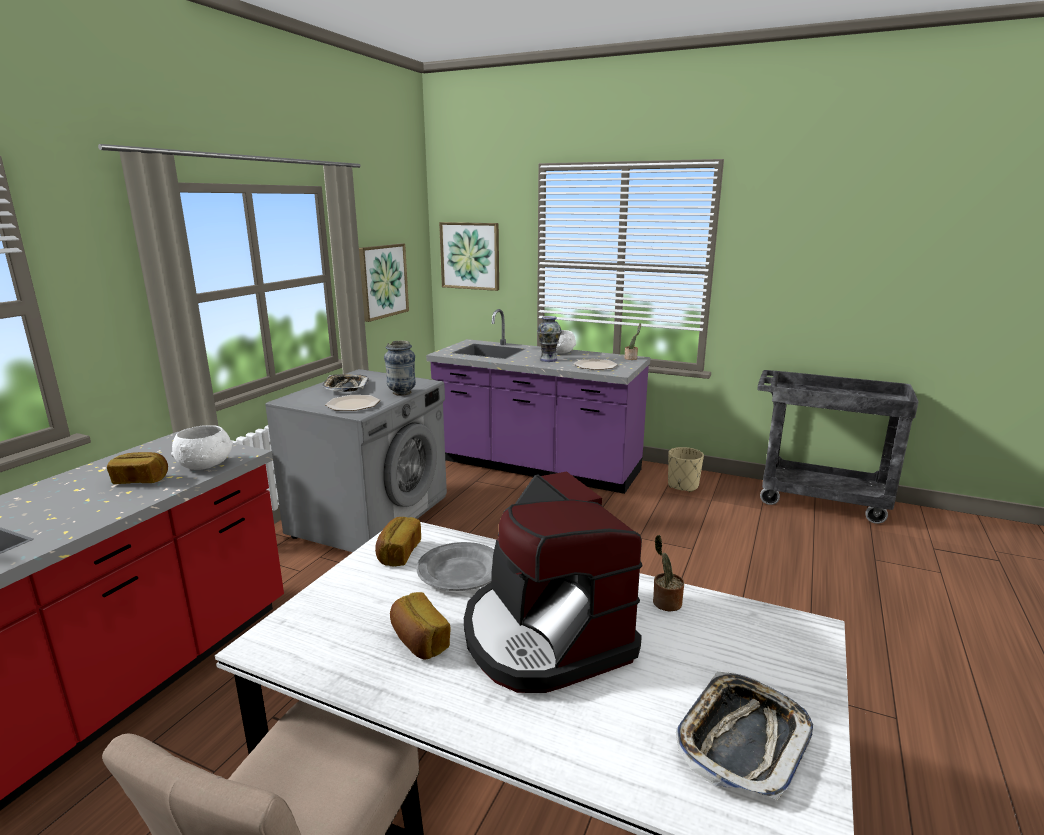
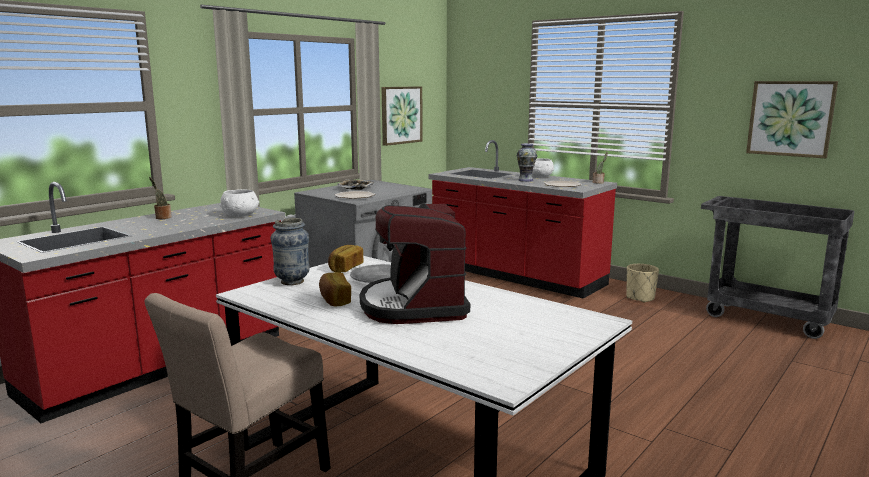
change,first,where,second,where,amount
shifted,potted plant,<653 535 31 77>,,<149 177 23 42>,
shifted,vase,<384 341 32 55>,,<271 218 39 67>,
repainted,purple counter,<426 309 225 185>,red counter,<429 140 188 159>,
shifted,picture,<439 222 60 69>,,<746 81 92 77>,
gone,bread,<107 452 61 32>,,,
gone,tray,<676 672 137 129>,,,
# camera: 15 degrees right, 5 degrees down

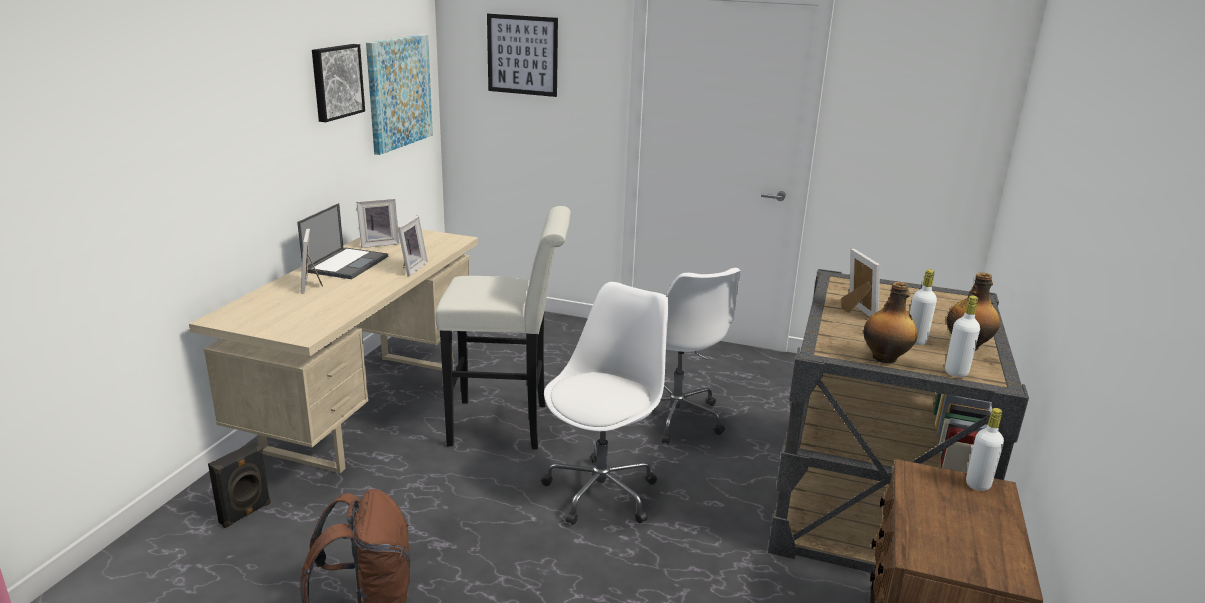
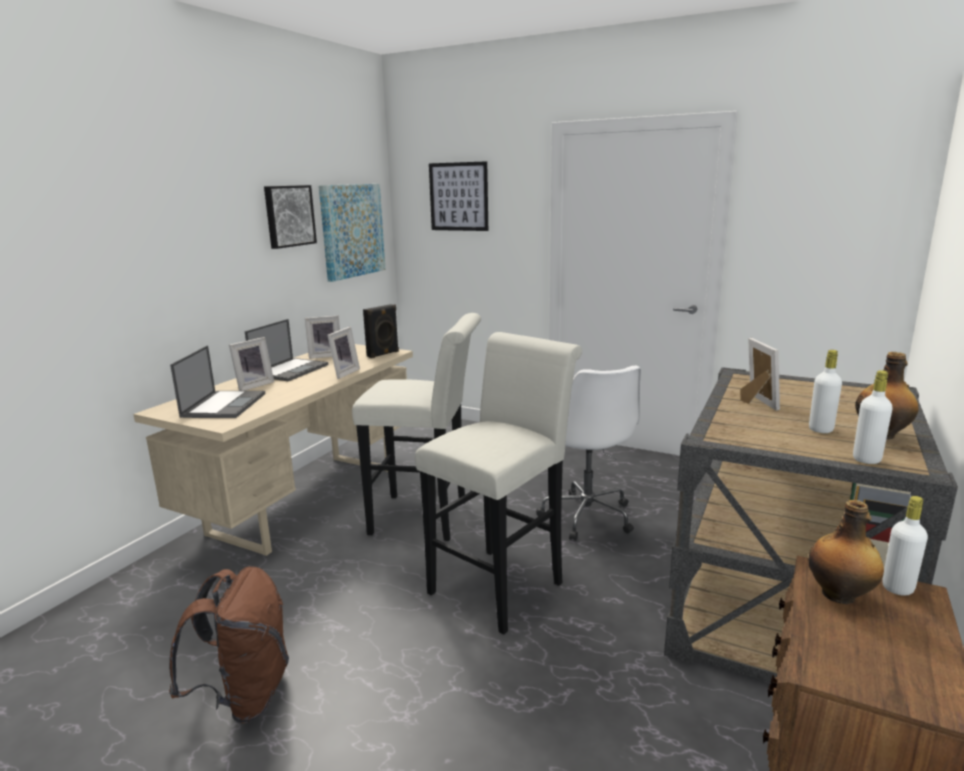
change,first,where,second,where,amount
new,,,laptop,<170 345 95 73>,
rotated,picture frame,<301 229 22 65>,,<229 337 45 54>,135 degrees counterclockwise
shifted,black speaker,<208 441 63 87>,,<363 304 36 54>,
swapped,white office chair,<541 282 128 243>,white stool,<415 332 167 303>,
shifted,bottle,<863 282 55 81>,,<808 500 76 104>,
# camera: 10 degrees right, 5 degrees down

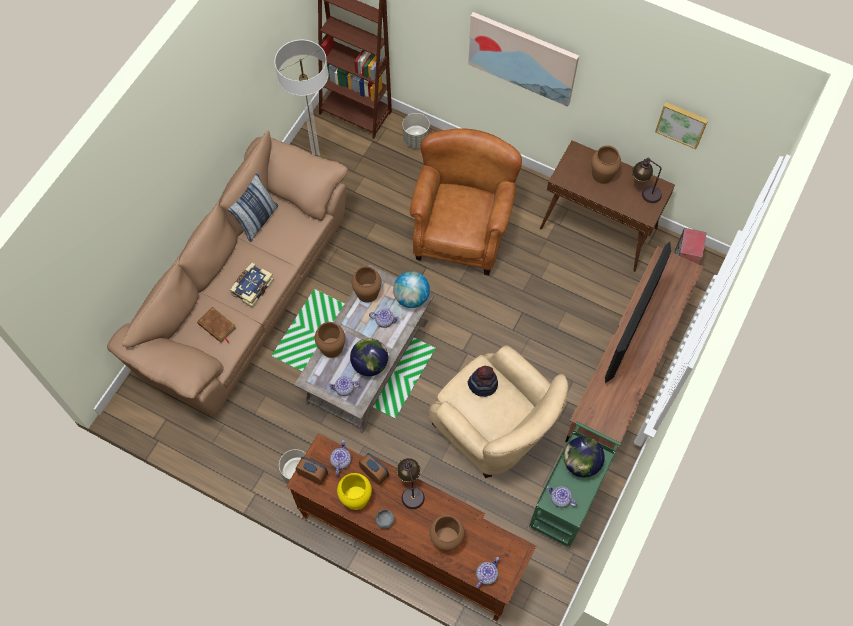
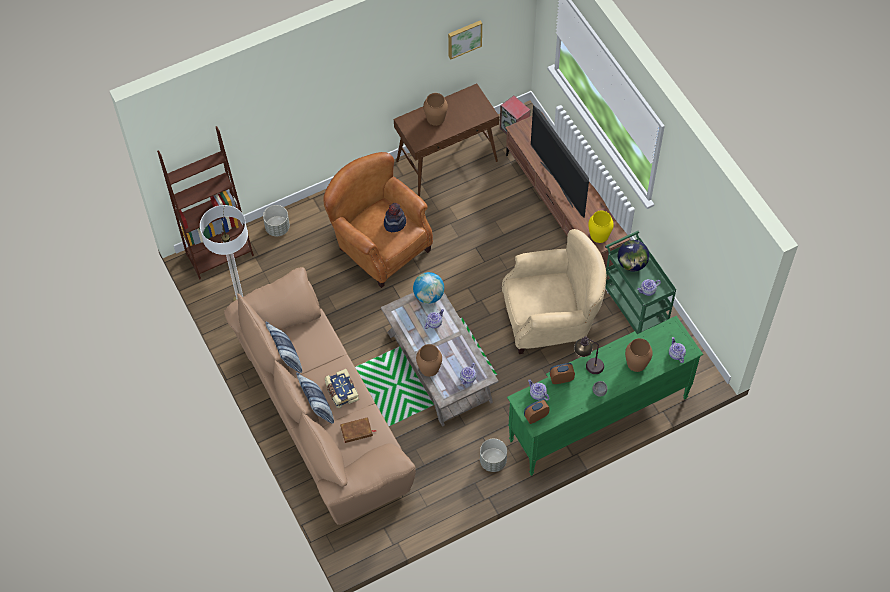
change,first,where,second,where,amount
new,,,pillow,<296 373 38 50>,
shifted,hat,<468 366 30 31>,,<384 203 22 29>,
repainted,brown cabinet,<286 433 250 189>,green cabinet,<507 316 196 160>,
shifted,yellow vase,<337 473 35 37>,,<588 211 26 32>,
gone,globe,<350 338 38 38>,,,
gone,brown vase,<351 266 30 37>,,,
gone,picture,<468 12 111 95>,,,
gone,table lamp,<632 157 30 46>,,,
# camera: 55 degrees left, 5 degrees down

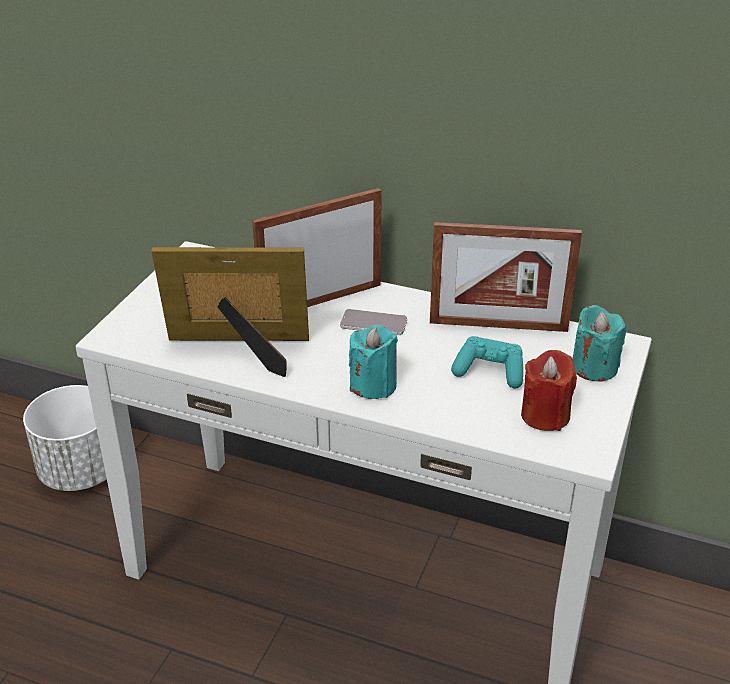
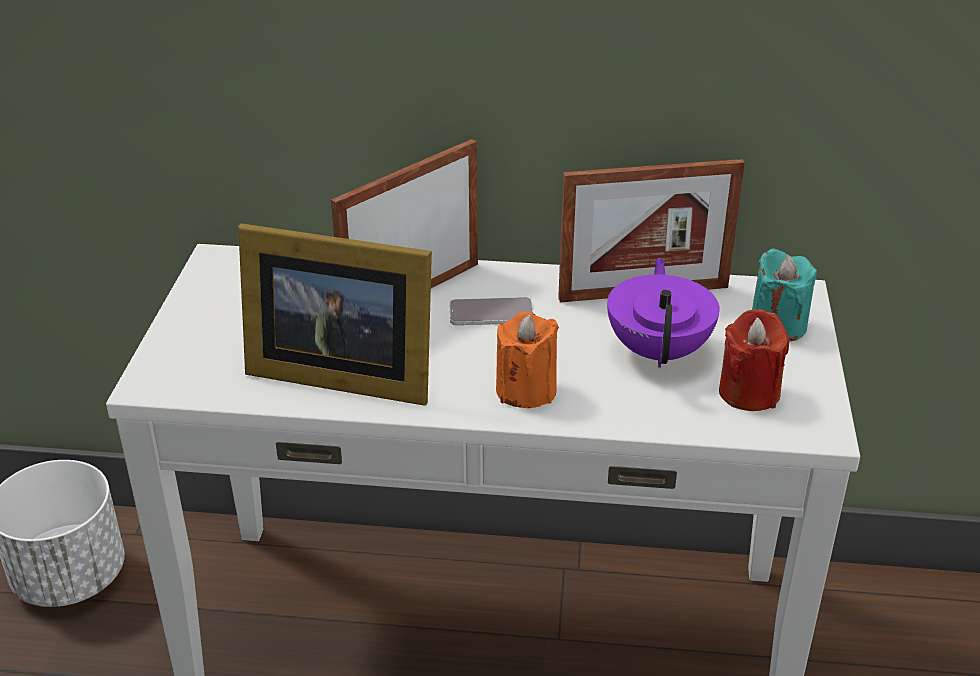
change,first,where,second,where,amount
rotated,picture frame,<151 247 158 130>,,<238 223 194 183>,150 degrees counterclockwise
repainted,turquoise candle,<349 325 49 74>,orange candle,<496 312 63 96>,
swapped,turquoise game controller,<451 336 72 53>,purple teapot,<607 258 113 109>,
# camera: 15 degrees left, 0 degrees up

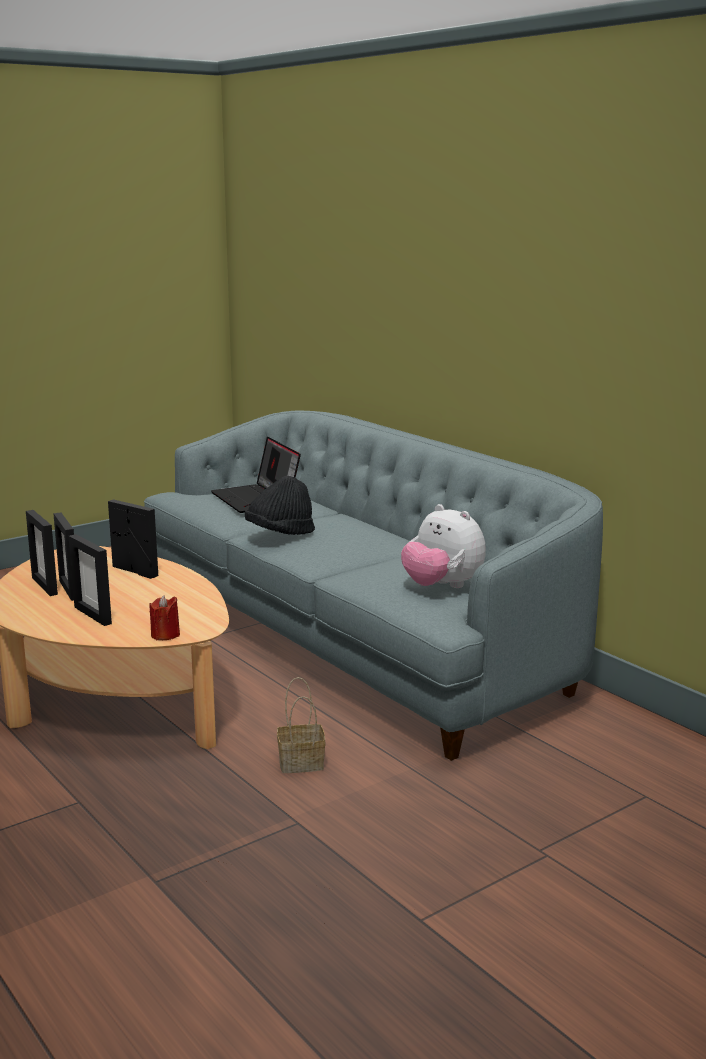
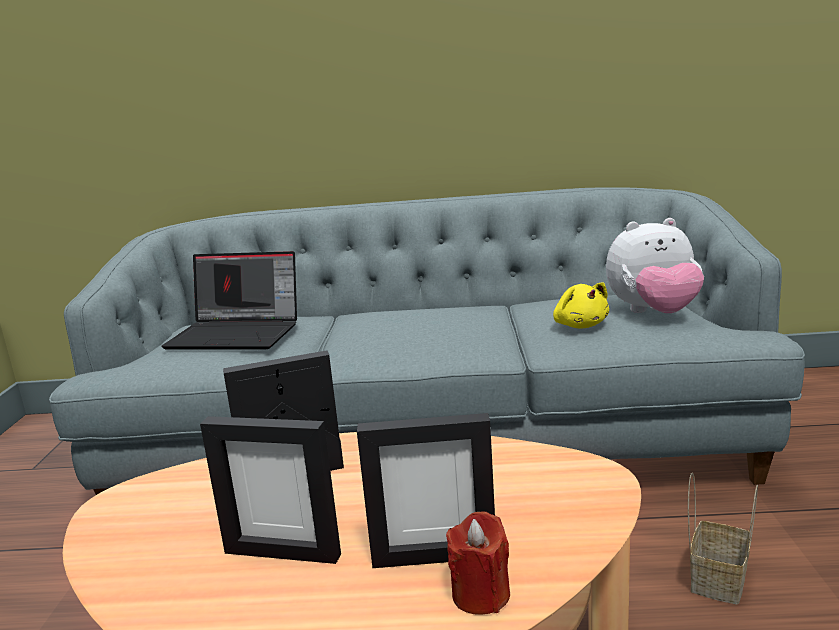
change,first,where,second,where,amount
shifted,red candle,<149 595 31 45>,,<446 512 64 103>,
new,,,yellow plush toy,<553 282 56 46>,
gone,picture frame,<26 510 32 86>,,,
gone,black hat,<245 476 70 59>,,,
# camera: 50 degrees left, 0 degrees up

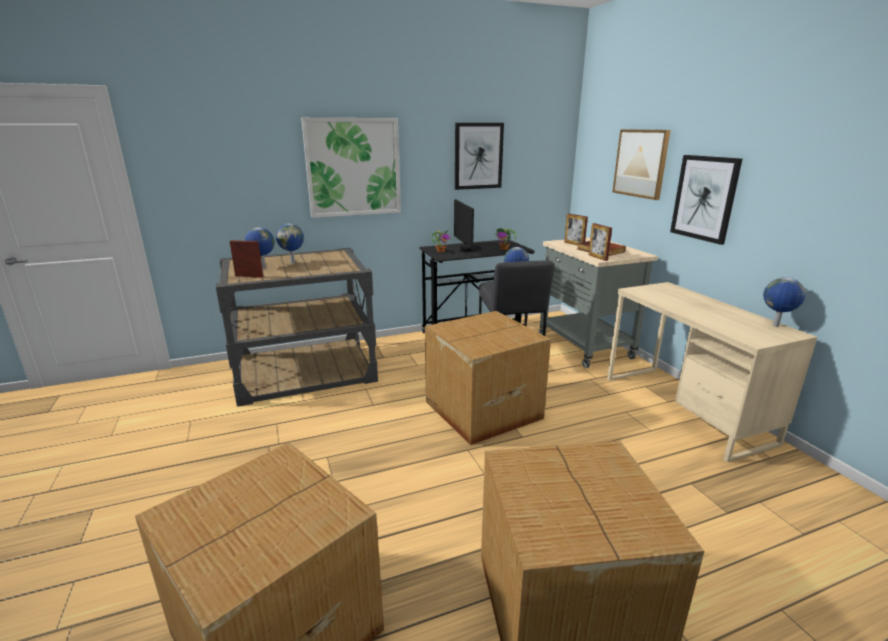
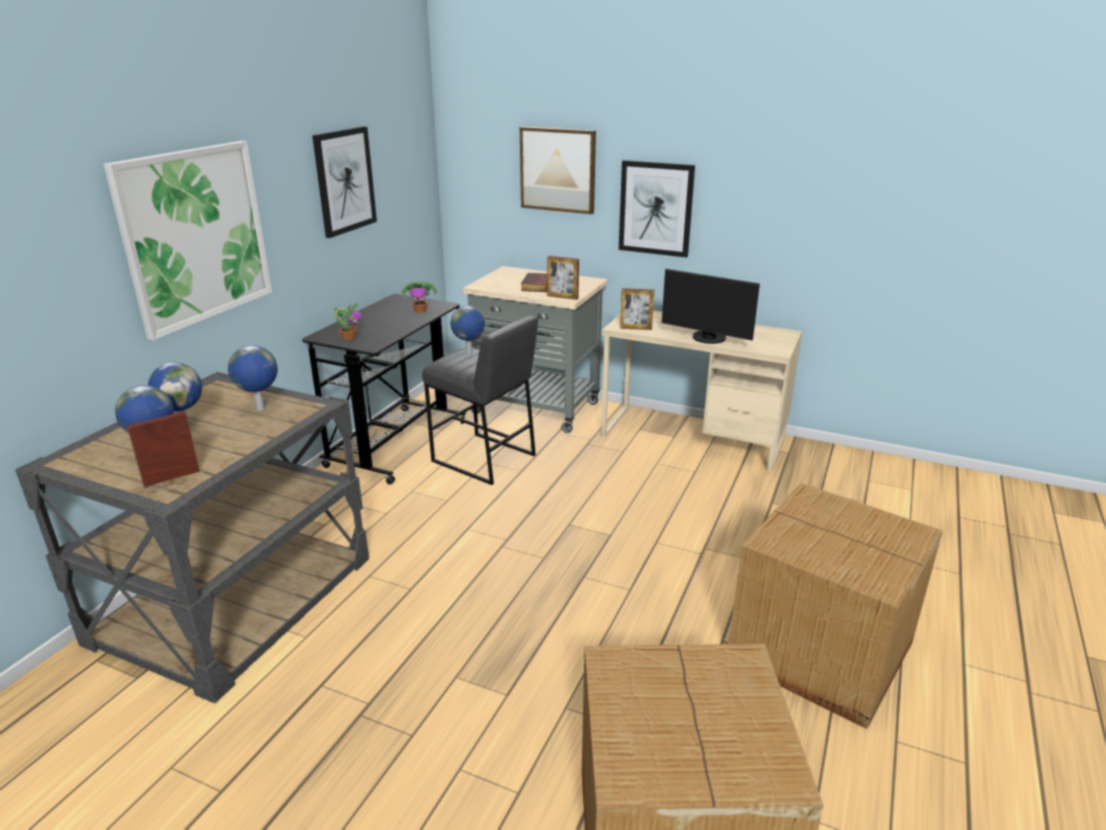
change,first,where,second,where,amount
shifted,globe,<763 277 43 50>,,<228 345 50 66>,
shifted,picture frame,<564 214 24 32>,,<620 288 34 42>,
shifted,monitor,<454 199 28 53>,,<662 269 98 75>,
gone,cardboard box,<425 311 126 134>,,,
# camera: 45 degrees left, 5 degrees up

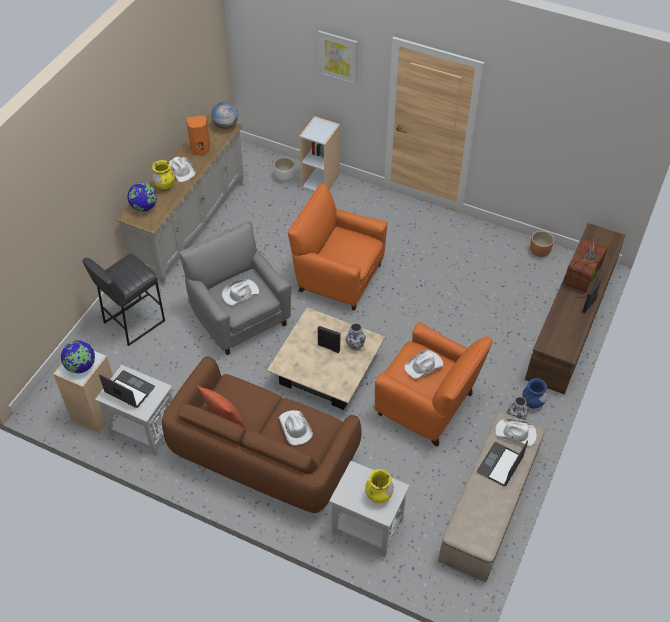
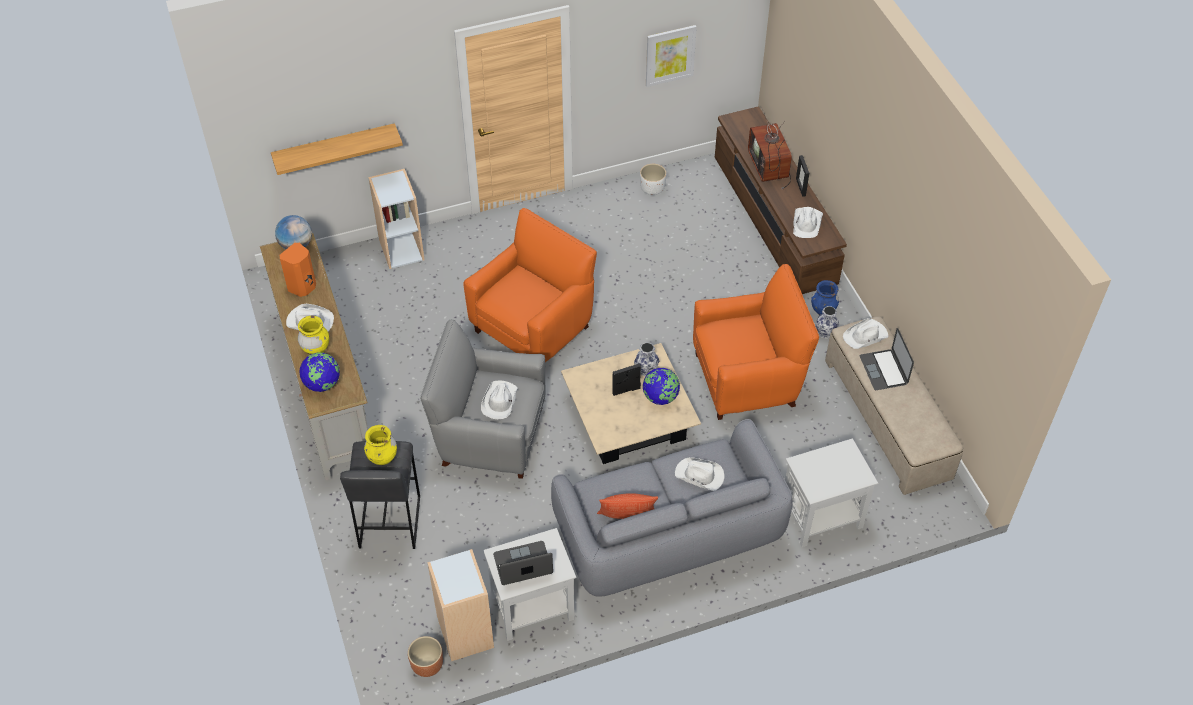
change,first,where,second,where,amount
new,,,shelf,<271 123 132 52>,
shifted,yellow vase,<365 469 29 34>,,<364 425 33 40>,
shifted,brown planter,<530 231 24 26>,,<408 636 35 41>,
rotated,orange armchair,<288 183 99 128>,,<463 208 134 154>,150 degrees clockwise
repainted,brown sofa,<162 356 200 157>,grey sofa,<551 419 242 178>,
shifted,white planter,<274 157 21 25>,,<640 164 26 31>,
shifted,globe,<61 341 34 32>,,<643 368 37 37>,
shifted,picture,<318 30 40 55>,,<646 25 51 62>,
shifted,white hat,<404 350 39 29>,,<793 207 30 31>,
# camera: 45 degrees left, 0 degrees up

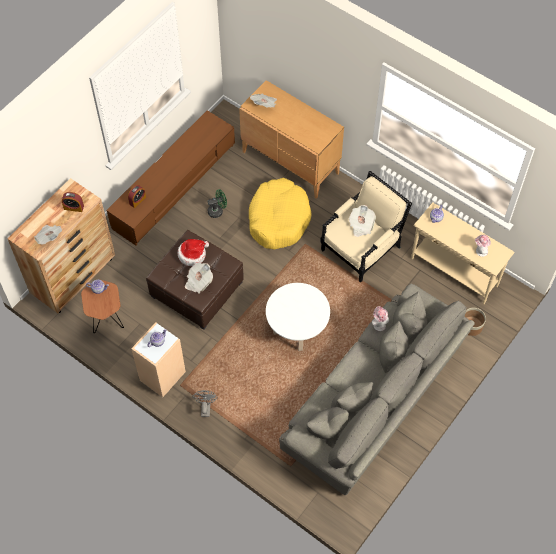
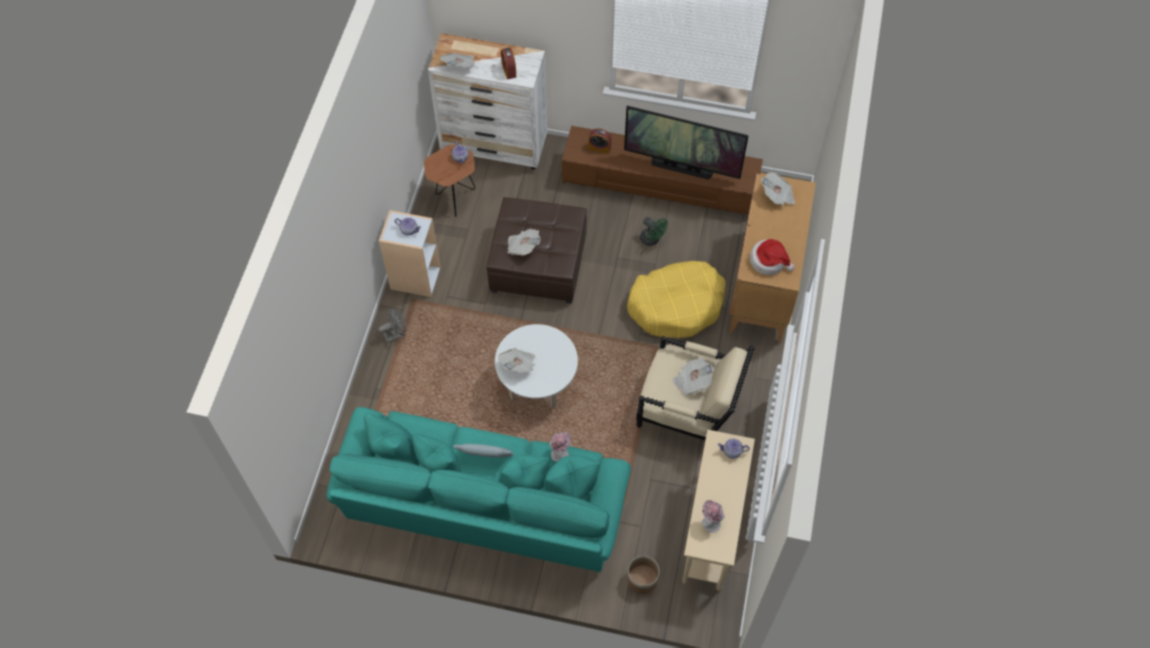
change,first,where,second,where,amount
repainted,grey sofa,<279 284 196 211>,turquoise sofa,<327 407 304 165>,
repainted,brown dresser,<7 178 108 135>,white dresser,<428 33 119 137>,
new,,,blue pillow,<453 444 61 14>,
new,,,newspaper,<498 348 38 25>,
new,,,television,<624 106 125 74>,
shifted,hat,<178 239 31 27>,,<750 239 45 36>,
# camera: 65 degrees right, 0 degrees up

